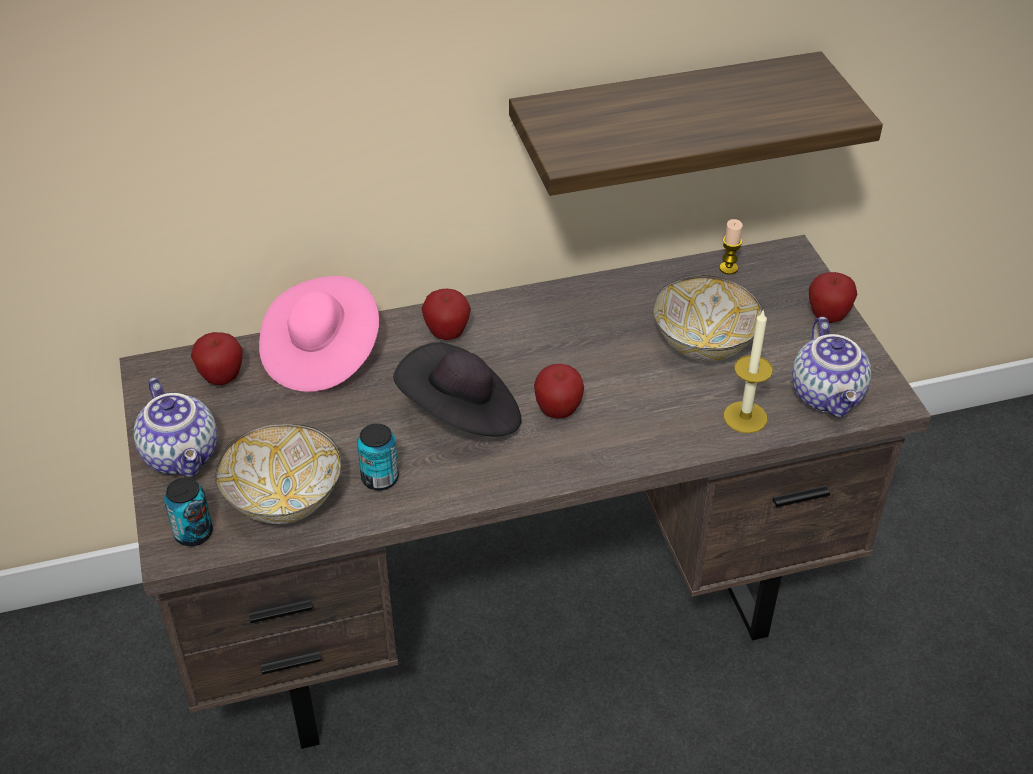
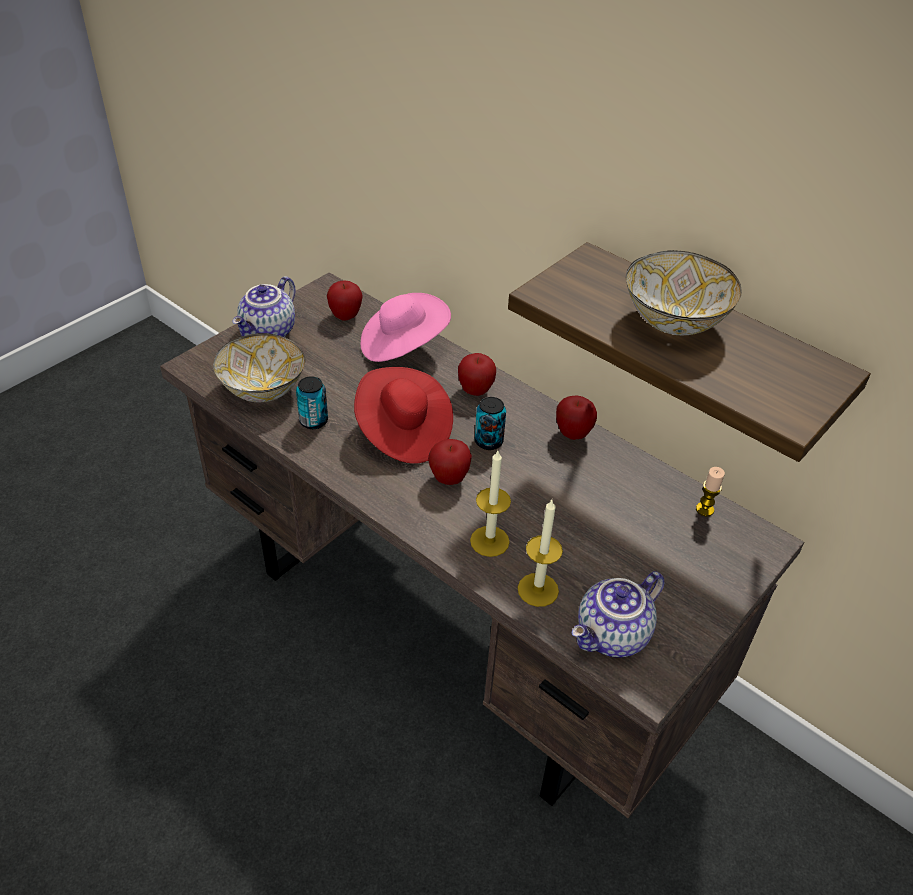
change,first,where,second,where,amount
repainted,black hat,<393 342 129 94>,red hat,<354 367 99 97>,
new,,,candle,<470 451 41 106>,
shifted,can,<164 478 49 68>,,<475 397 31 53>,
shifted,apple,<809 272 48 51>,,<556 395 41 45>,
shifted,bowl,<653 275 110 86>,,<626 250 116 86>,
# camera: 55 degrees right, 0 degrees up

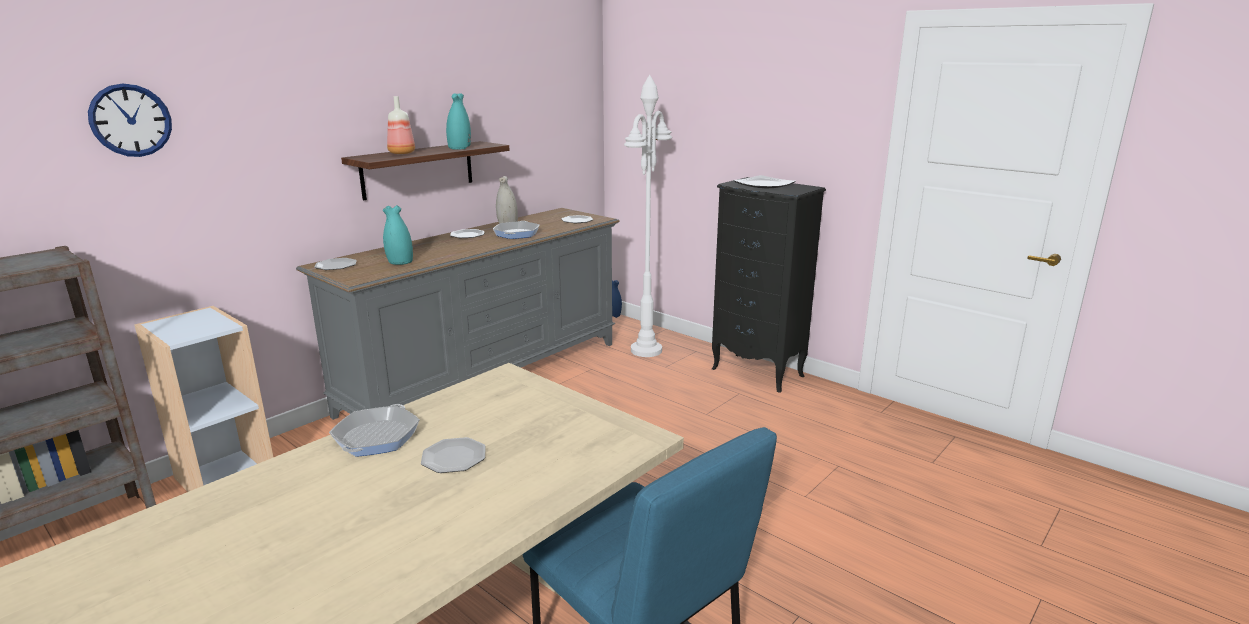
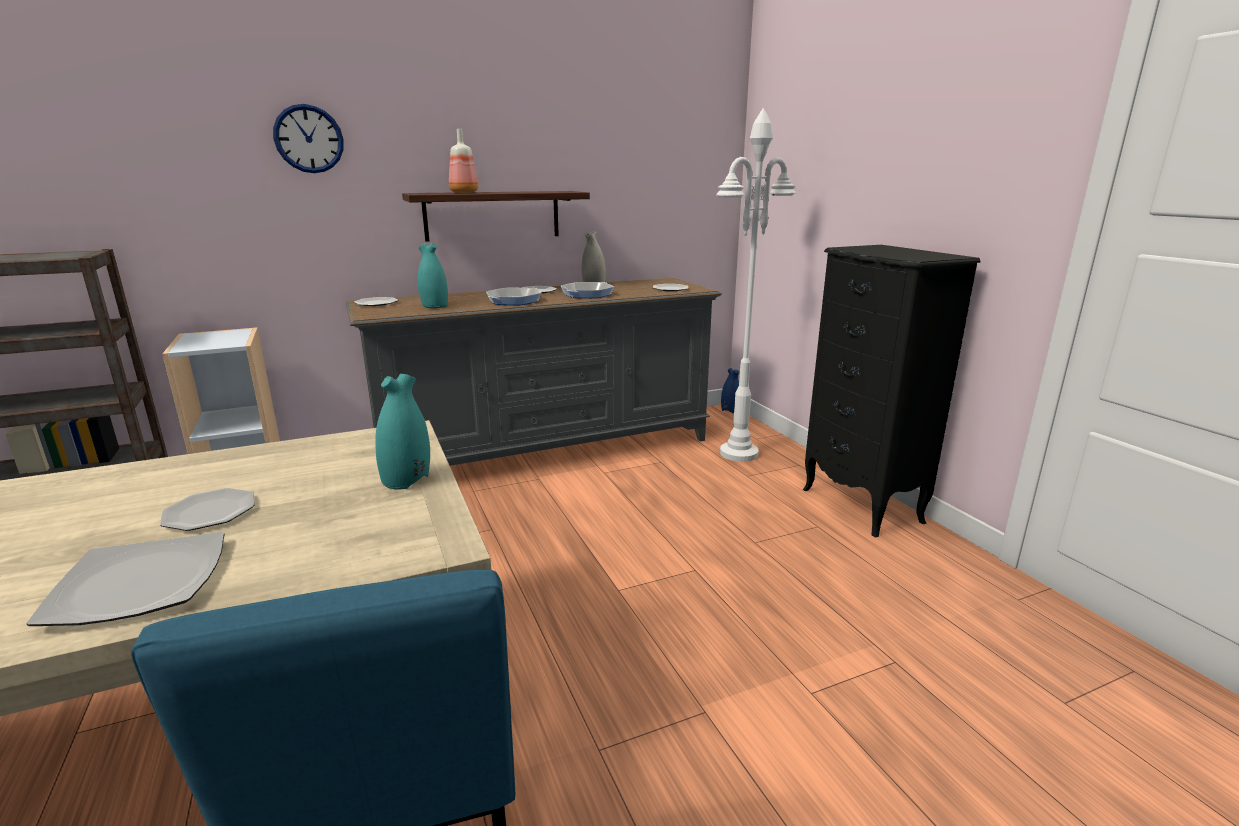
change,first,where,second,where,amount
shifted,plate,<733 175 63 13>,,<27 532 197 94>,
shifted,wall clock,<88 83 84 74>,,<273 104 71 69>,
shifted,turquoise vase,<446 93 25 57>,,<375 374 55 116>,
shifted,frying pan,<329 404 91 53>,,<486 288 55 17>,
# camera: 25 degrees right, 0 degrees up

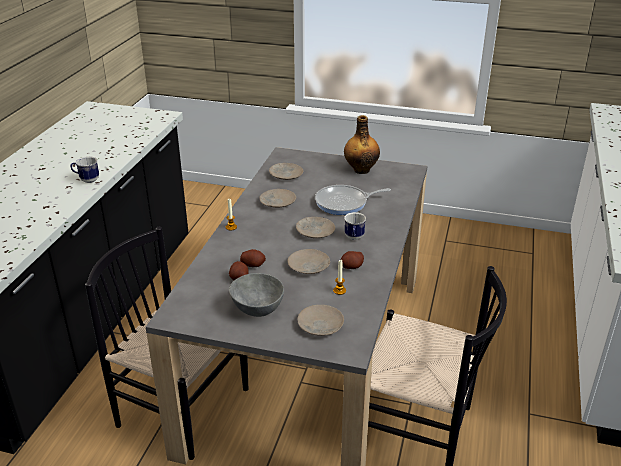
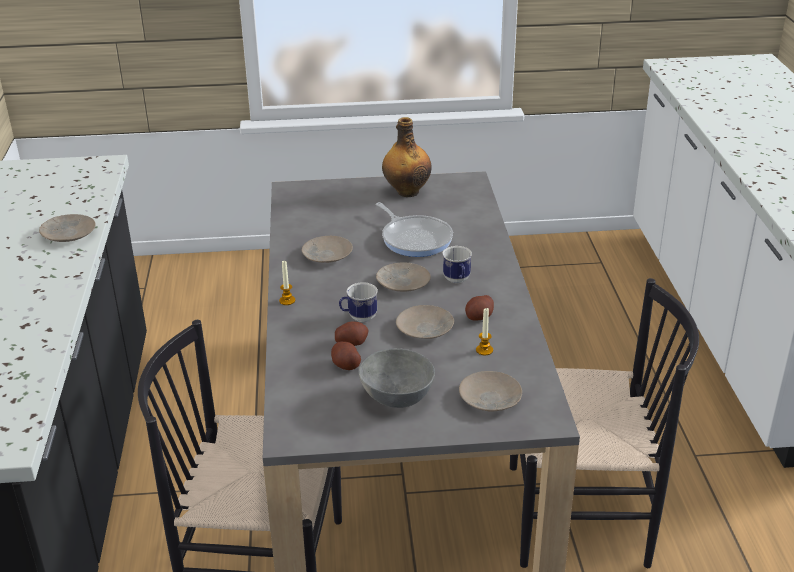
change,first,where,second,where,amount
shifted,beige plate,<269 163 34 17>,,<39 214 56 28>,
shifted,mug,<70 156 29 27>,,<339 282 39 40>,
rotated,frying pan,<315 185 76 30>,,<376 202 77 55>,90 degrees counterclockwise
# camera: 20 degrees left, 0 degrees up

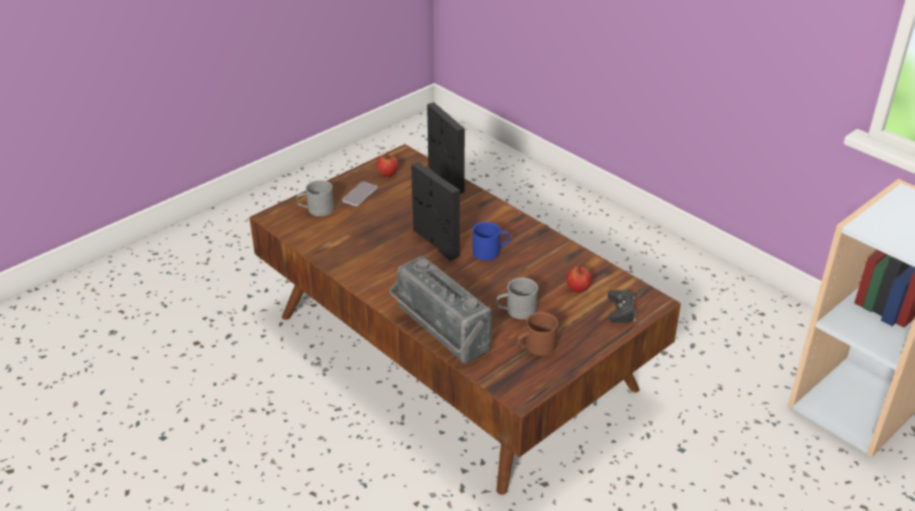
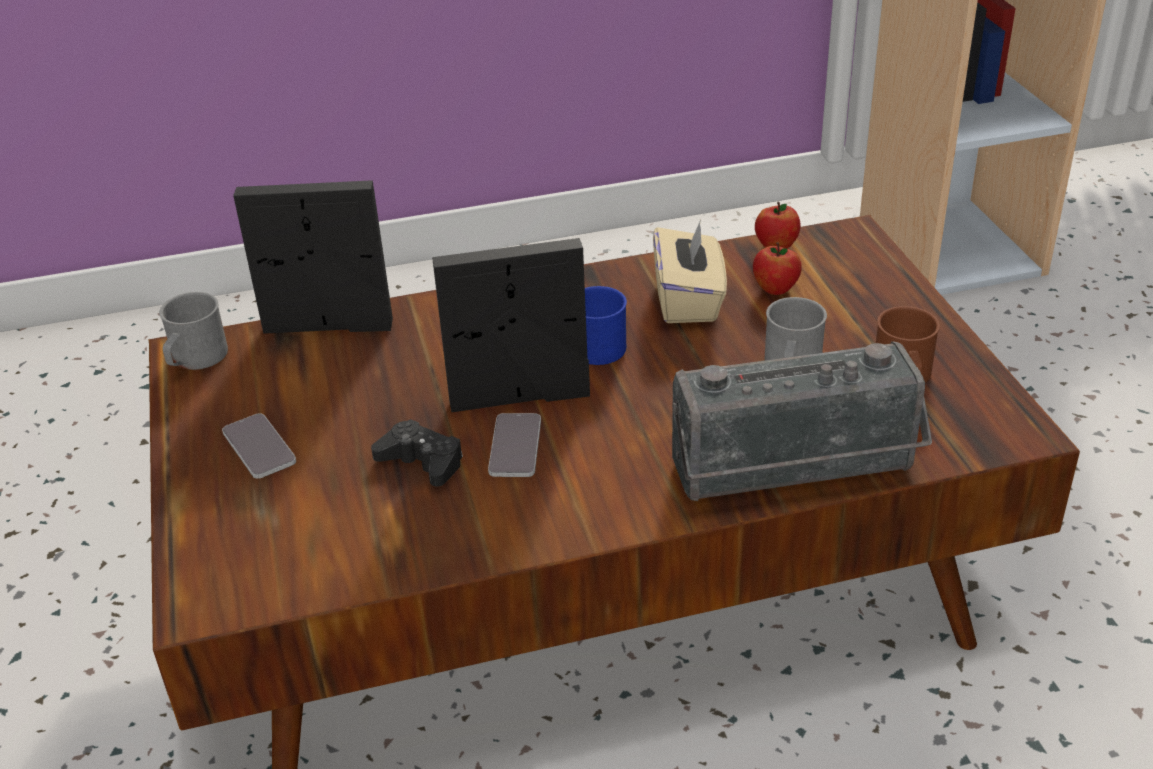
change,first,where,second,where,amount
shifted,grey mug,<297 180 37 37>,,<159 292 69 78>,
shifted,black game controller,<608 290 28 33>,,<371 419 92 68>,
new,,,phone,<488 413 53 64>,
new,,,beige tissue box,<653 220 74 103>,
shifted,apple,<376 153 23 24>,,<755 202 45 47>,
# camera: 60 degrees left, 0 degrees up

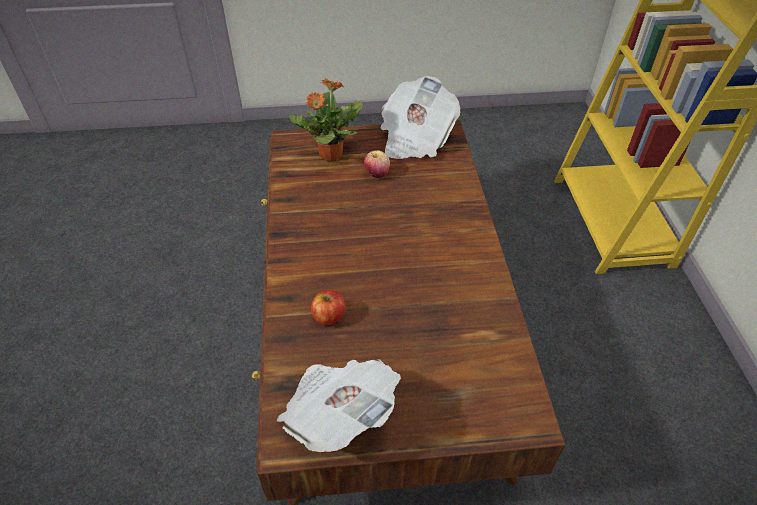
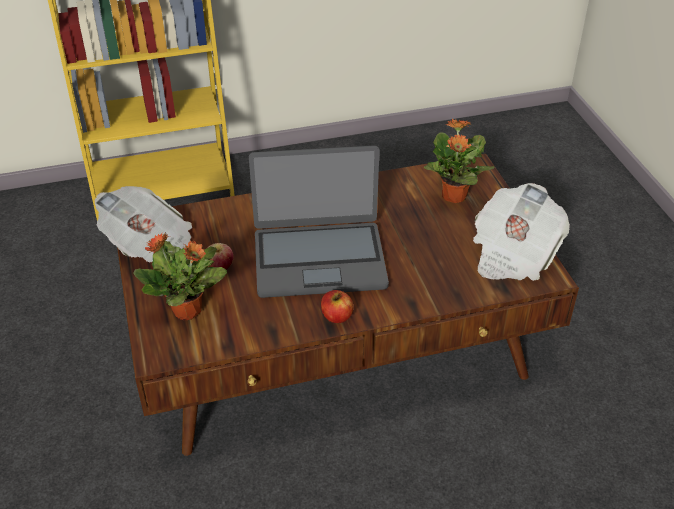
change,first,where,second,where,amount
new,,,laptop,<249 145 140 153>,
shifted,apple,<311 290 34 35>,,<321 290 32 33>,
new,,,potted plant,<423 119 72 84>,
# camera: 100 degrees left, 5 degrees down

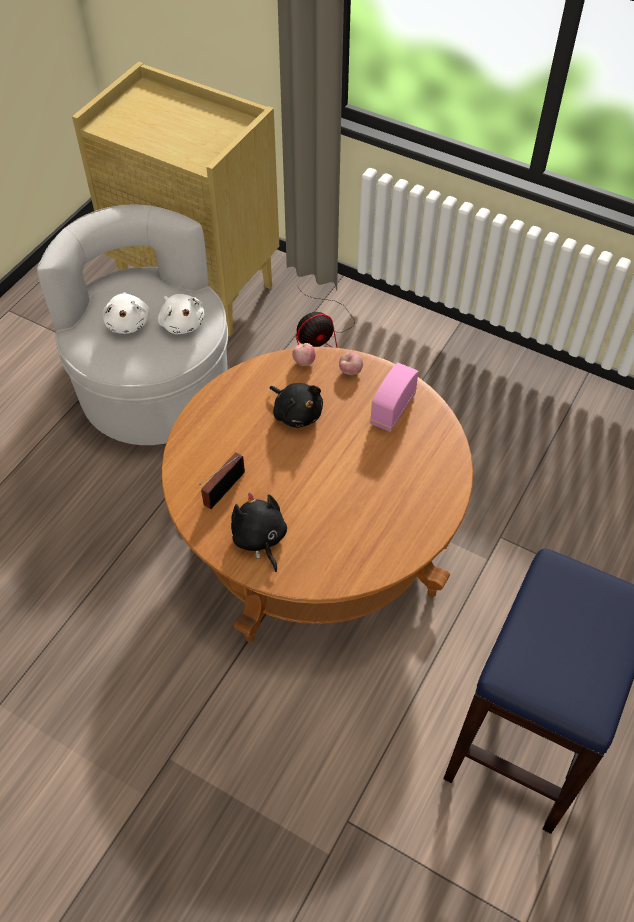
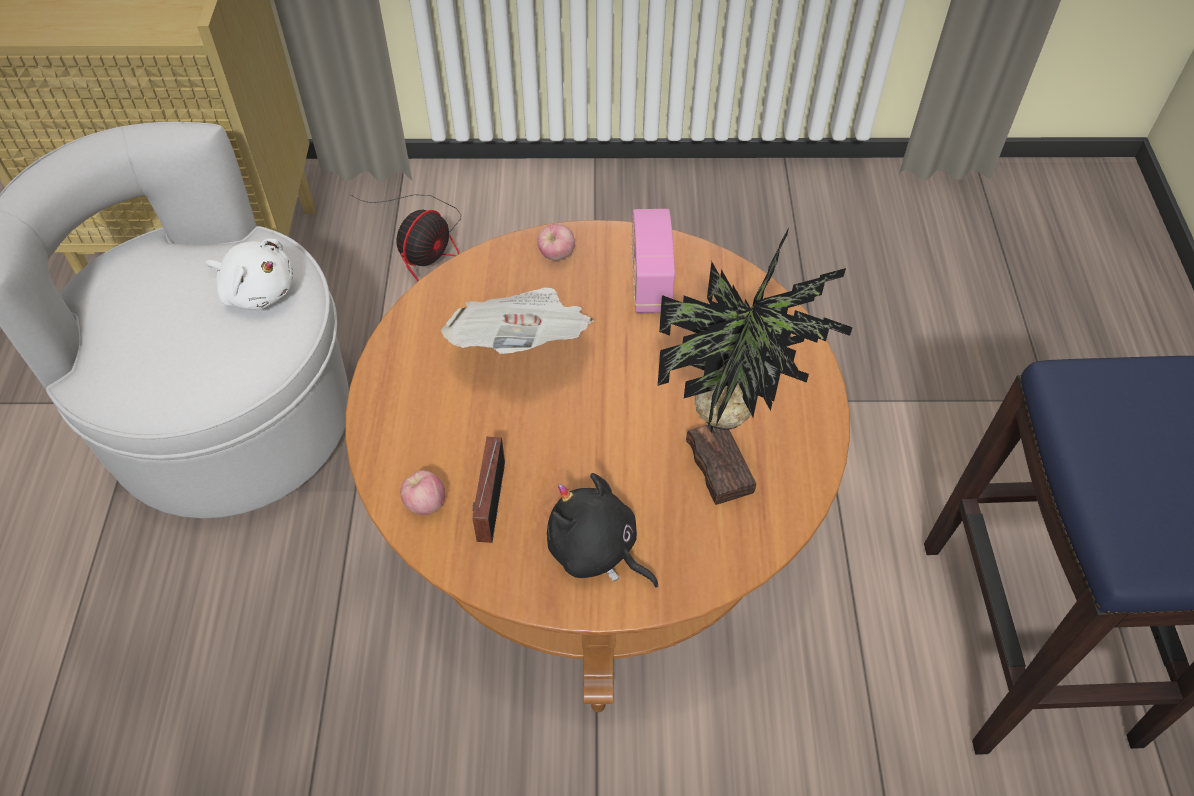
change,first,where,second,where,amount
shifted,apple,<292 343 23 23>,,<400 470 45 45>,
swapped,black plush toy,<270 383 53 45>,newspaper,<441 287 153 67>,
new,,,potted plant,<658 228 195 277>,
gone,white plush toy,<102 292 48 42>,,,
# camera: 30 degrees left, 0 degrees up

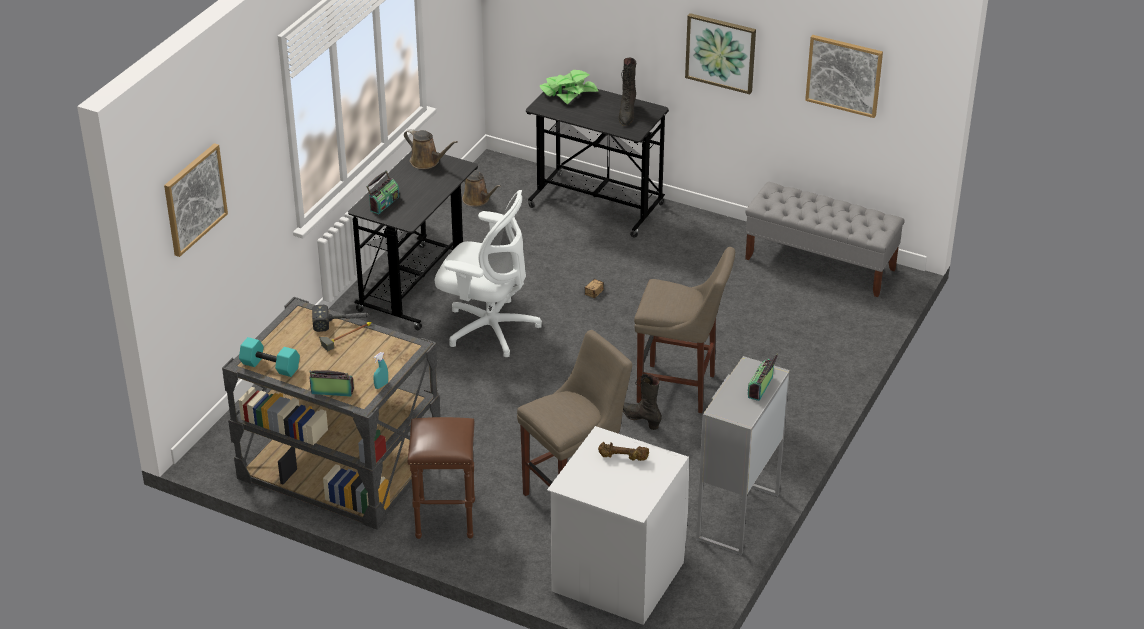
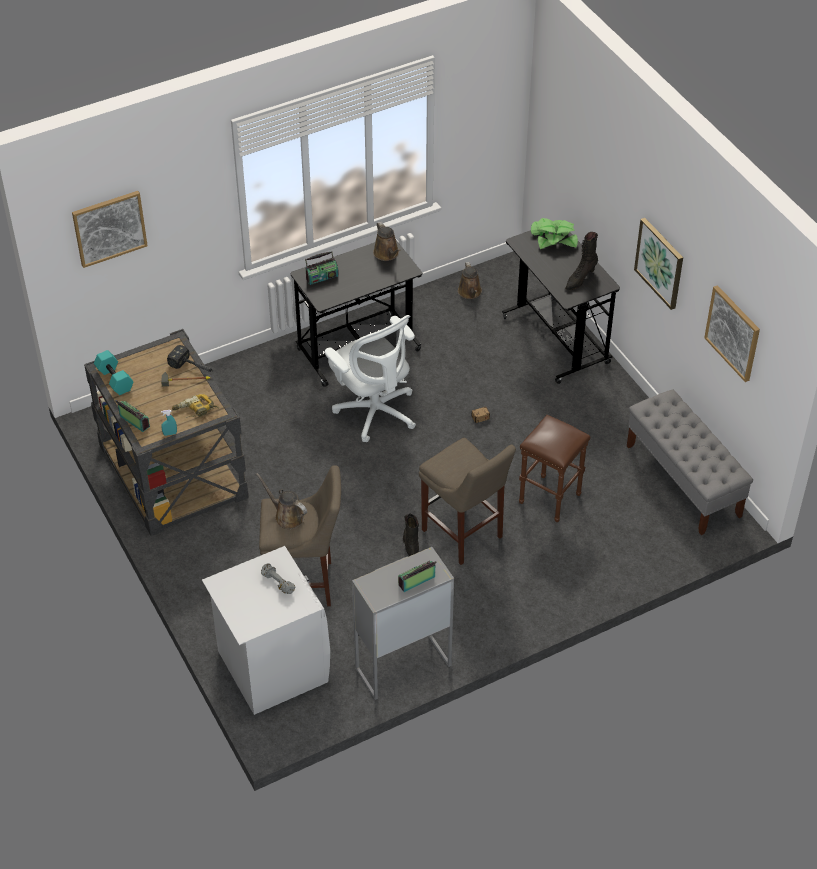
change,first,where,second,where,amount
new,,,power drill,<172 394 47 24>,
new,,,brown watering can,<256 473 51 56>,
repainted,brown dumbbell,<598 442 51 19>,grey dumbbell,<261 563 34 31>,
shifted,brown stool,<408 417 67 122>,,<519 415 72 107>,
# camera: 35 degrees right, 10 degrees up

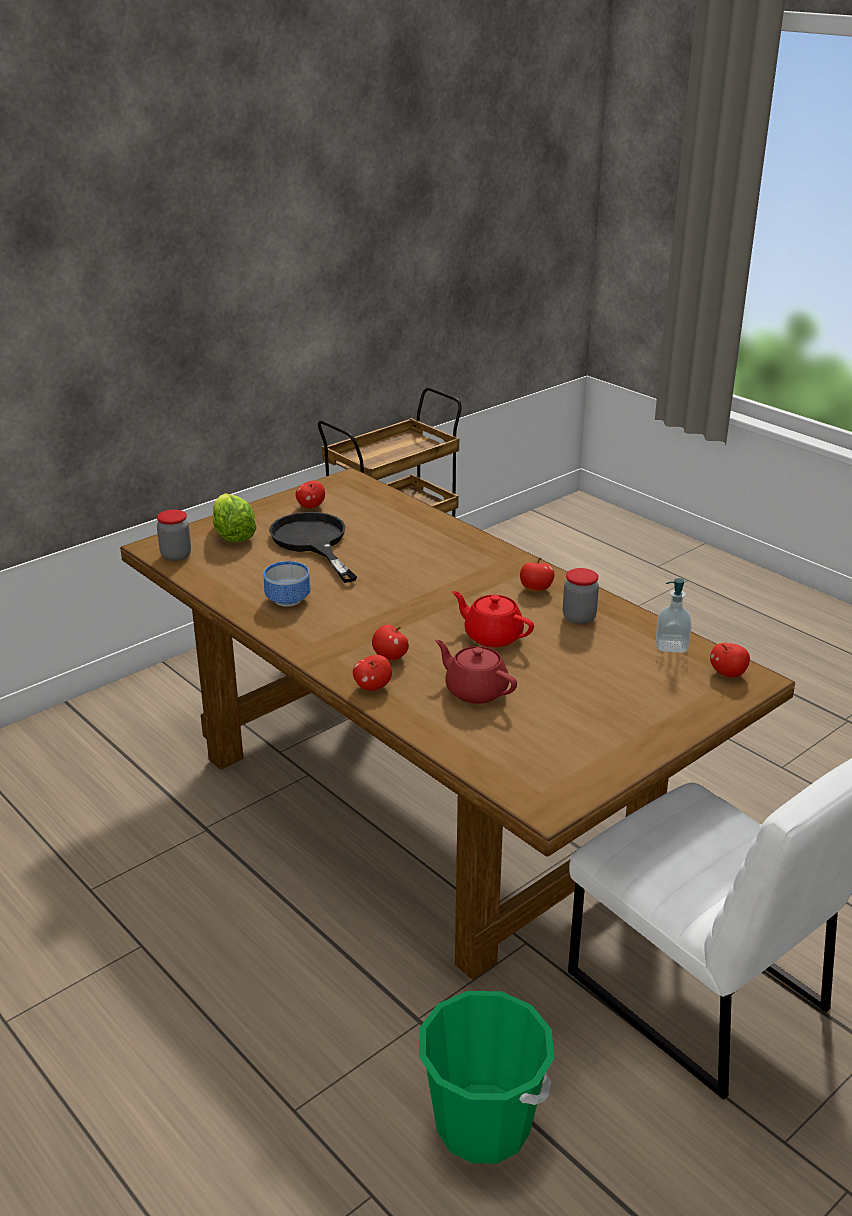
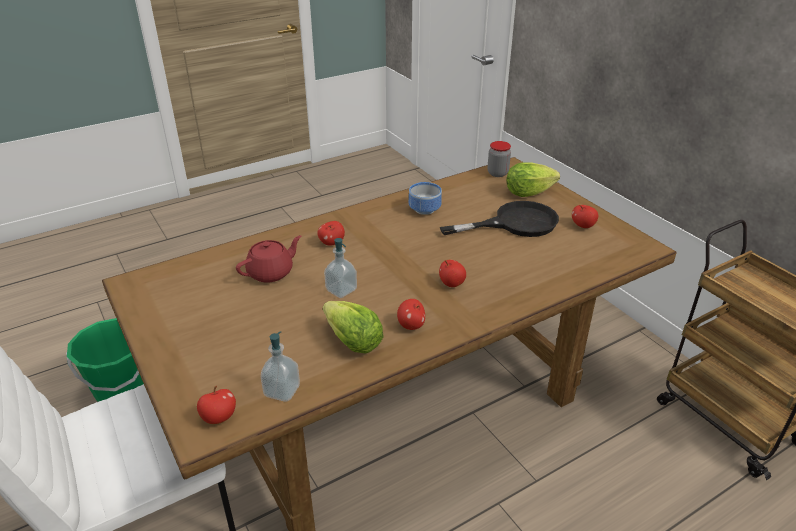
change,first,where,second,where,amount
swapped,jar,<563 568 36 56>,lettuce,<323 301 61 52>,
swapped,red teapot,<452 591 82 56>,soap dispenser,<324 238 33 60>,
shifted,apple,<353 655 39 36>,,<439 260 27 27>,
# camera: 100 degrees right, 5 degrees up

